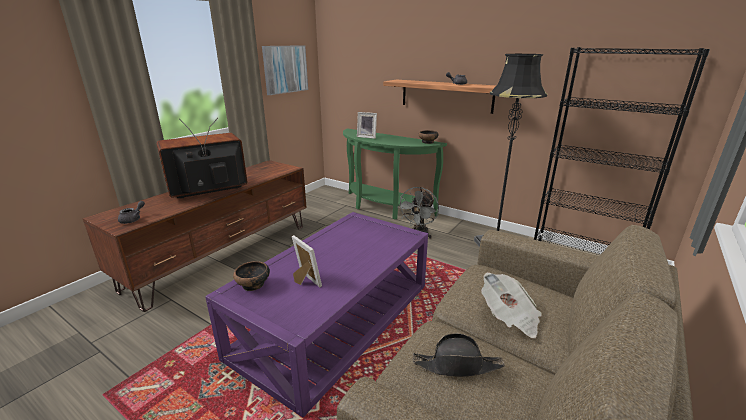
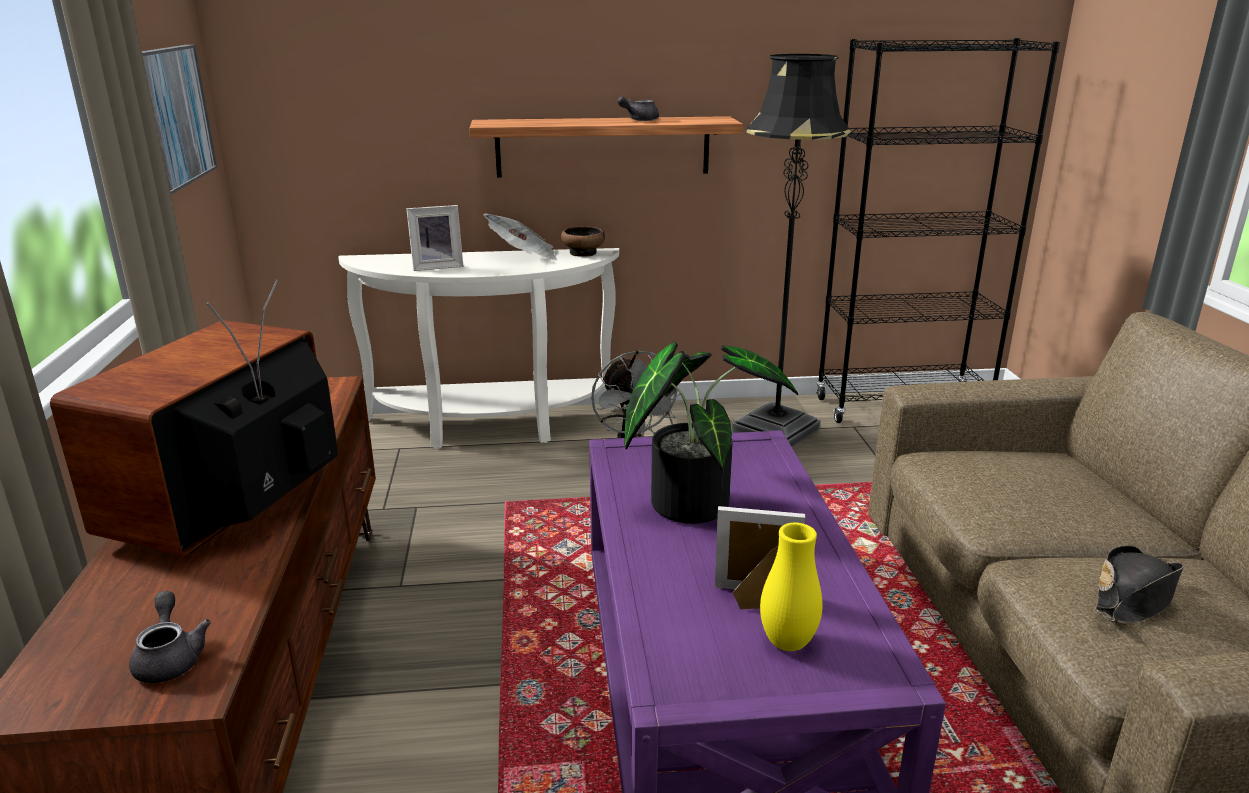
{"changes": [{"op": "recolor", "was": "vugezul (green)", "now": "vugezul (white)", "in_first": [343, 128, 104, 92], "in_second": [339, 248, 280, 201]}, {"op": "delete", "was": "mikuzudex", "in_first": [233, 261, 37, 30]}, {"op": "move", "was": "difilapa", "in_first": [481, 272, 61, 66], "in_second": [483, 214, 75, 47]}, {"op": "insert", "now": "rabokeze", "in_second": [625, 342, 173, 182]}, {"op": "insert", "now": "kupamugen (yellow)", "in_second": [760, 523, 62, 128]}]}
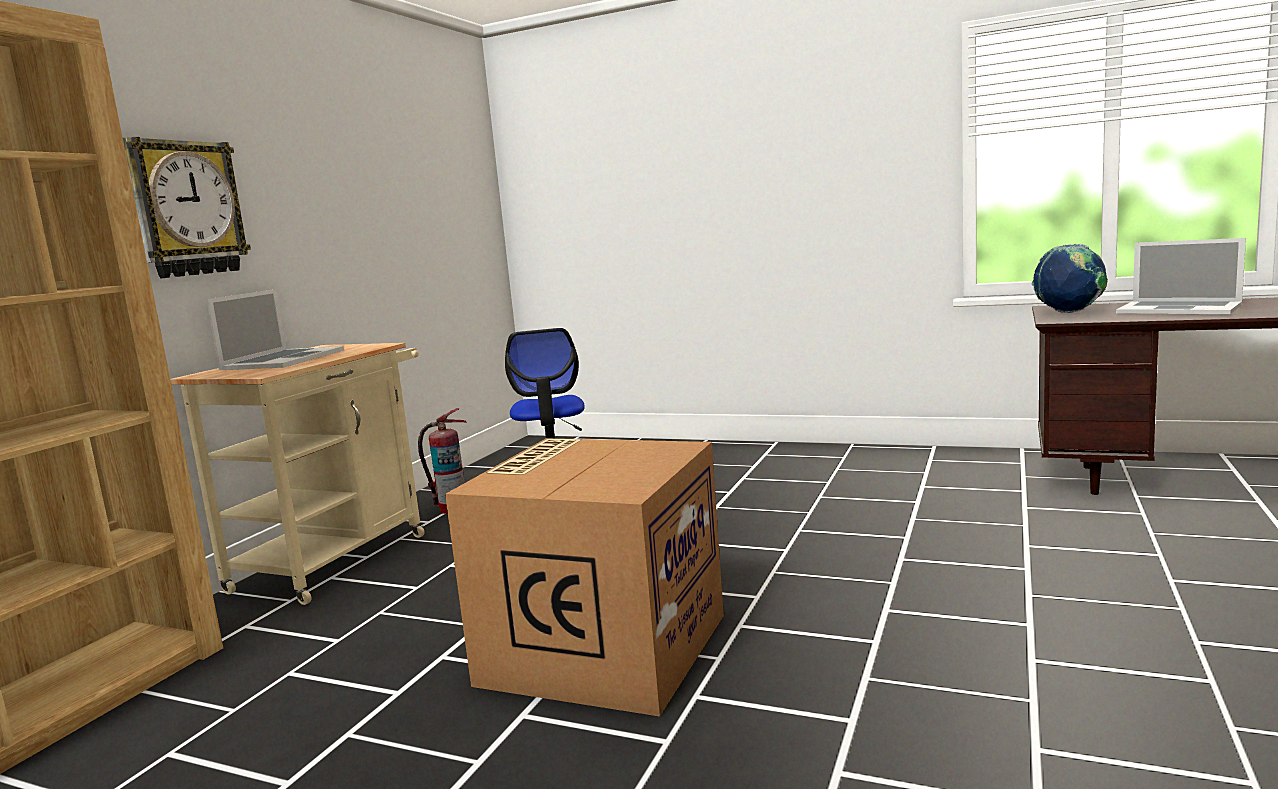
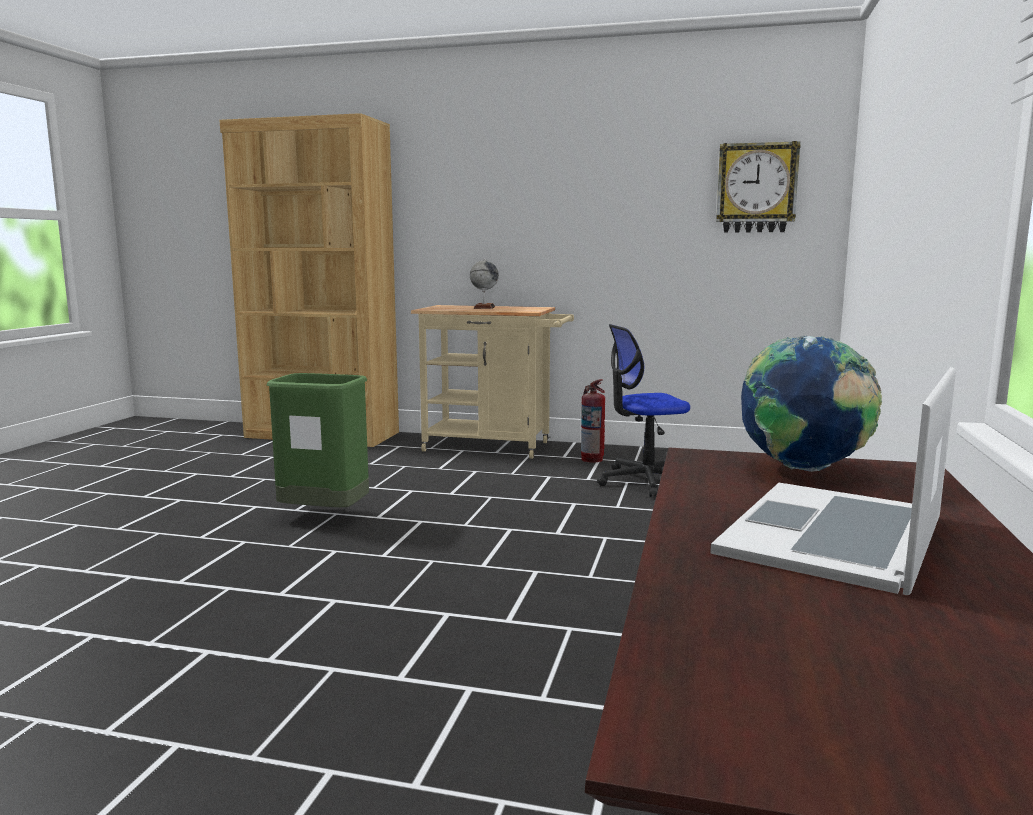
{"changes": [{"op": "move", "was": "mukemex", "in_first": [123, 137, 128, 141], "in_second": [716, 141, 85, 92]}, {"op": "replace", "was": "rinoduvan", "now": "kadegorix", "in_first": [206, 289, 138, 81], "in_second": [470, 259, 29, 50]}, {"op": "replace", "was": "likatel", "now": "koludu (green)", "in_first": [445, 438, 279, 278], "in_second": [266, 373, 103, 134]}]}
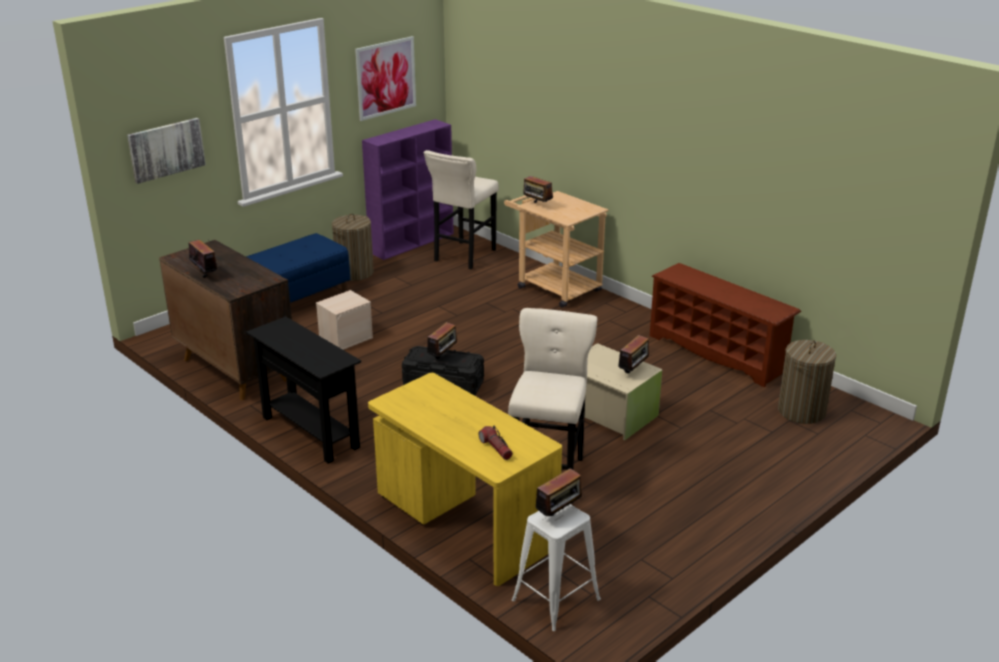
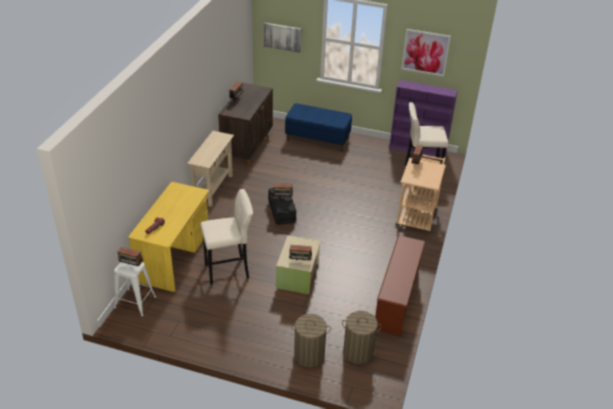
{"changes": [{"op": "move", "was": "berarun", "in_first": [332, 213, 42, 68], "in_second": [291, 314, 40, 53]}, {"op": "delete", "was": "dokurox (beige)", "in_first": [316, 290, 57, 60]}, {"op": "recolor", "was": "vugezul (black)", "now": "vugezul (beige)", "in_first": [246, 316, 115, 148], "in_second": [187, 131, 47, 76]}]}
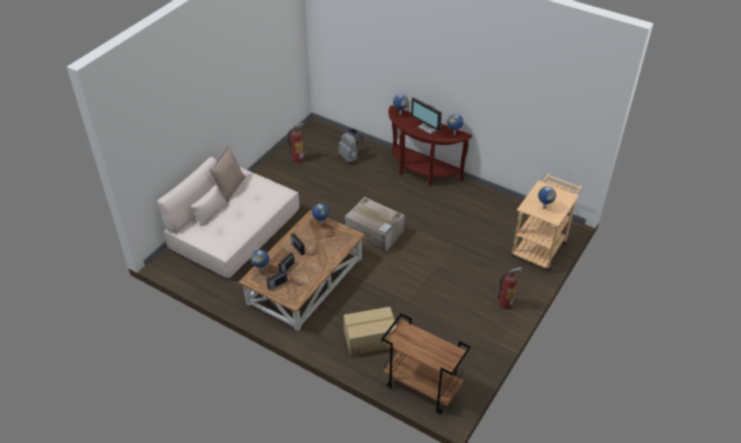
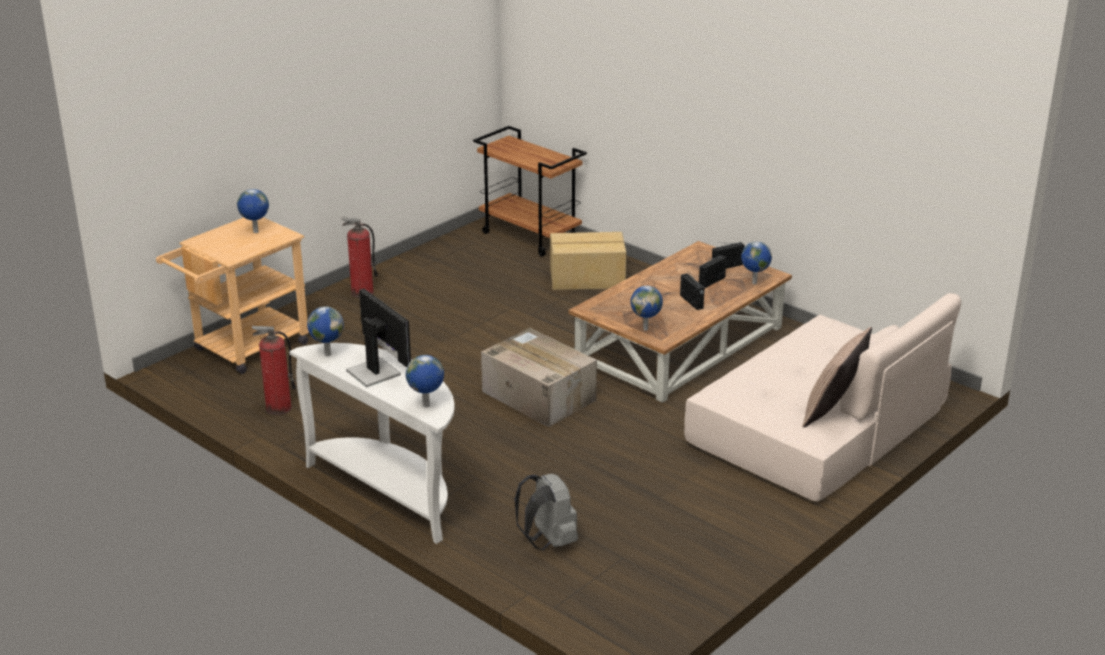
{"changes": [{"op": "recolor", "was": "vugezul (brown)", "now": "vugezul (white)", "in_first": [389, 105, 83, 81], "in_second": [290, 343, 165, 201]}, {"op": "move", "was": "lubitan", "in_first": [288, 123, 16, 40], "in_second": [252, 326, 44, 89]}]}
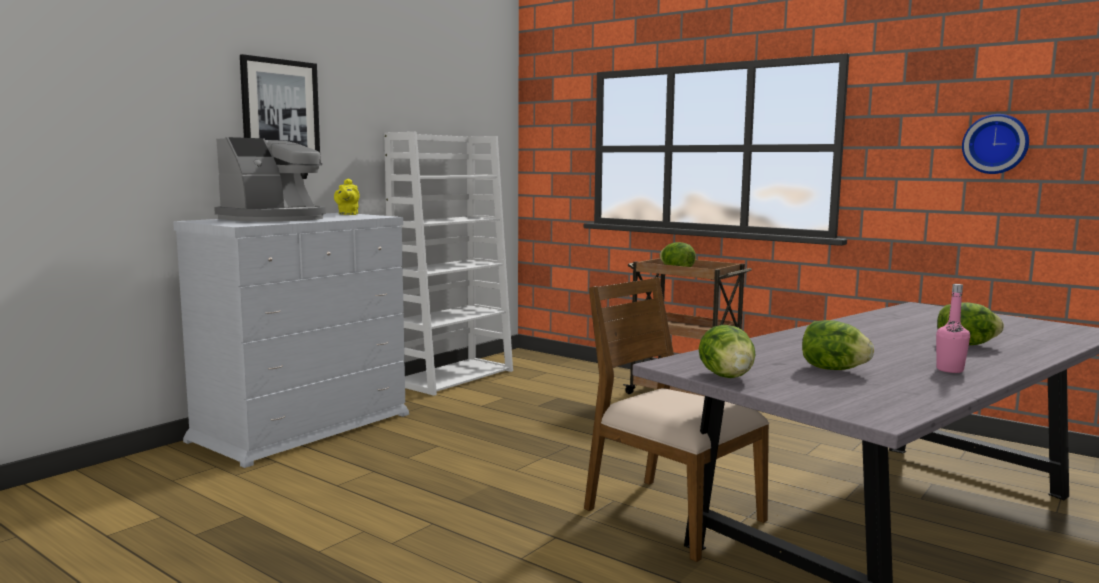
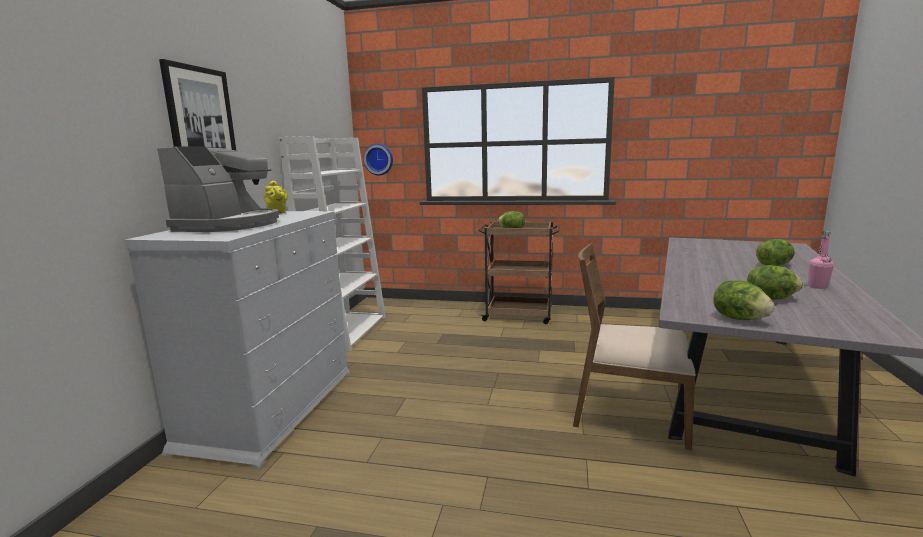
{"changes": [{"op": "move", "was": "mukemex", "in_first": [962, 114, 67, 60], "in_second": [364, 144, 29, 31]}]}
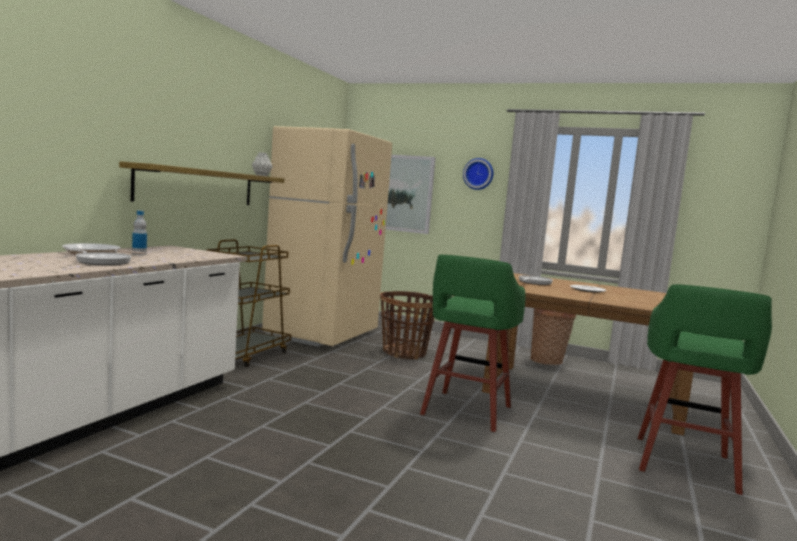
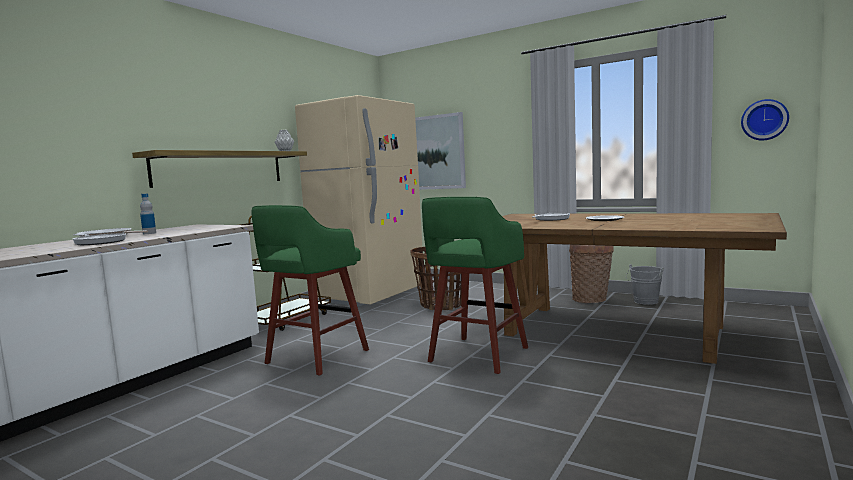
{"changes": [{"op": "move", "was": "mukemex", "in_first": [463, 158, 30, 32], "in_second": [741, 99, 48, 41]}, {"op": "move", "was": "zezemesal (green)", "in_first": [638, 284, 134, 211], "in_second": [251, 205, 118, 170]}, {"op": "insert", "now": "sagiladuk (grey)", "in_second": [626, 264, 38, 41]}]}
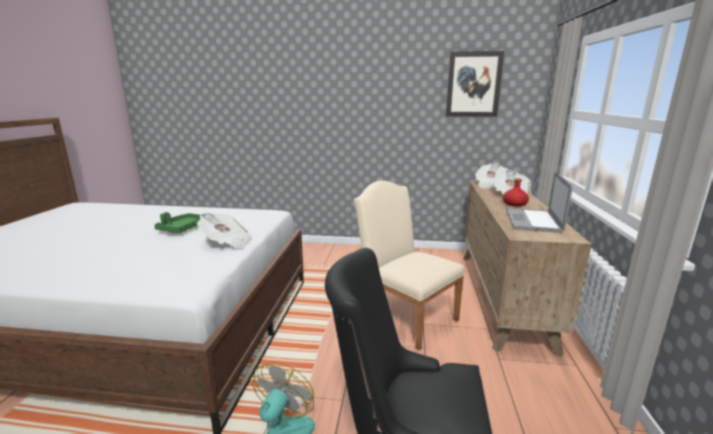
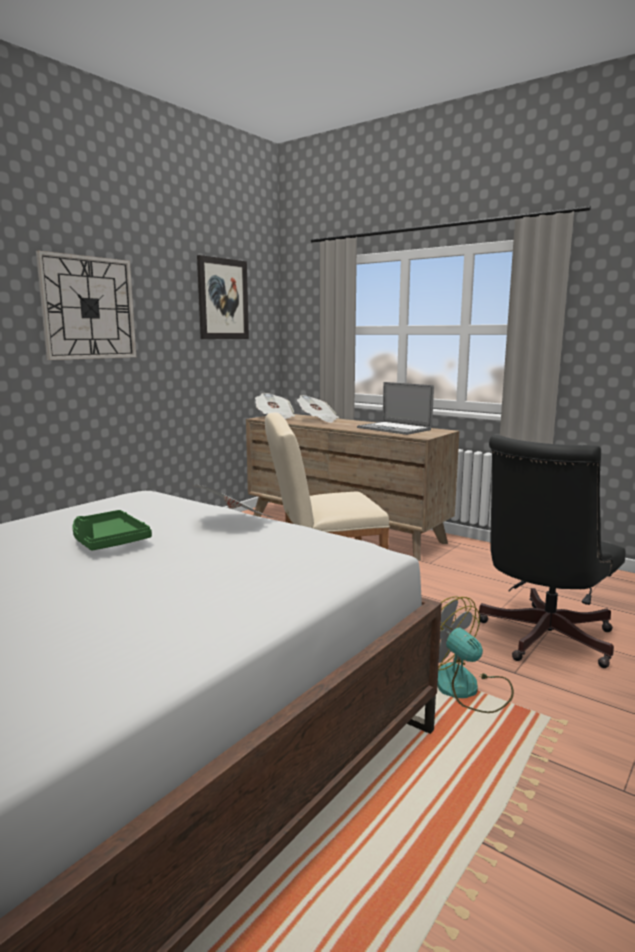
{"changes": [{"op": "delete", "was": "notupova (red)", "in_first": [503, 178, 26, 29]}, {"op": "insert", "now": "mukemex", "in_second": [36, 251, 100, 109]}]}
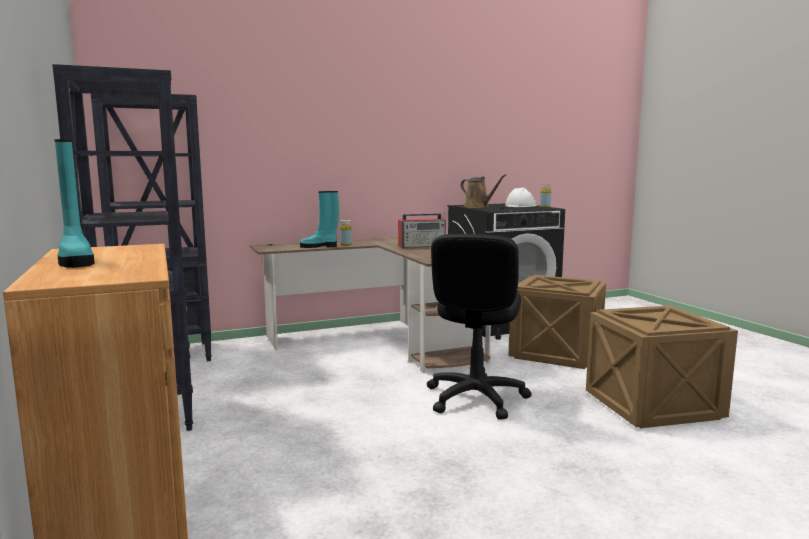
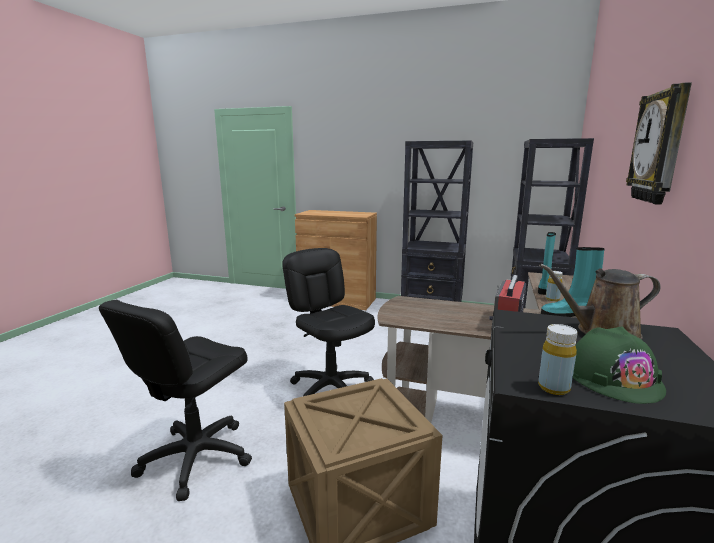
{"changes": [{"op": "move", "was": "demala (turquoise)", "in_first": [54, 139, 41, 129], "in_second": [541, 247, 64, 70]}, {"op": "recolor", "was": "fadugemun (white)", "now": "fadugemun (green)", "in_first": [505, 188, 32, 19], "in_second": [573, 326, 93, 78]}, {"op": "replace", "was": "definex", "now": "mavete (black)", "in_first": [586, 305, 152, 123], "in_second": [99, 300, 153, 201]}, {"op": "insert", "now": "mukemex", "in_second": [626, 82, 66, 123]}]}
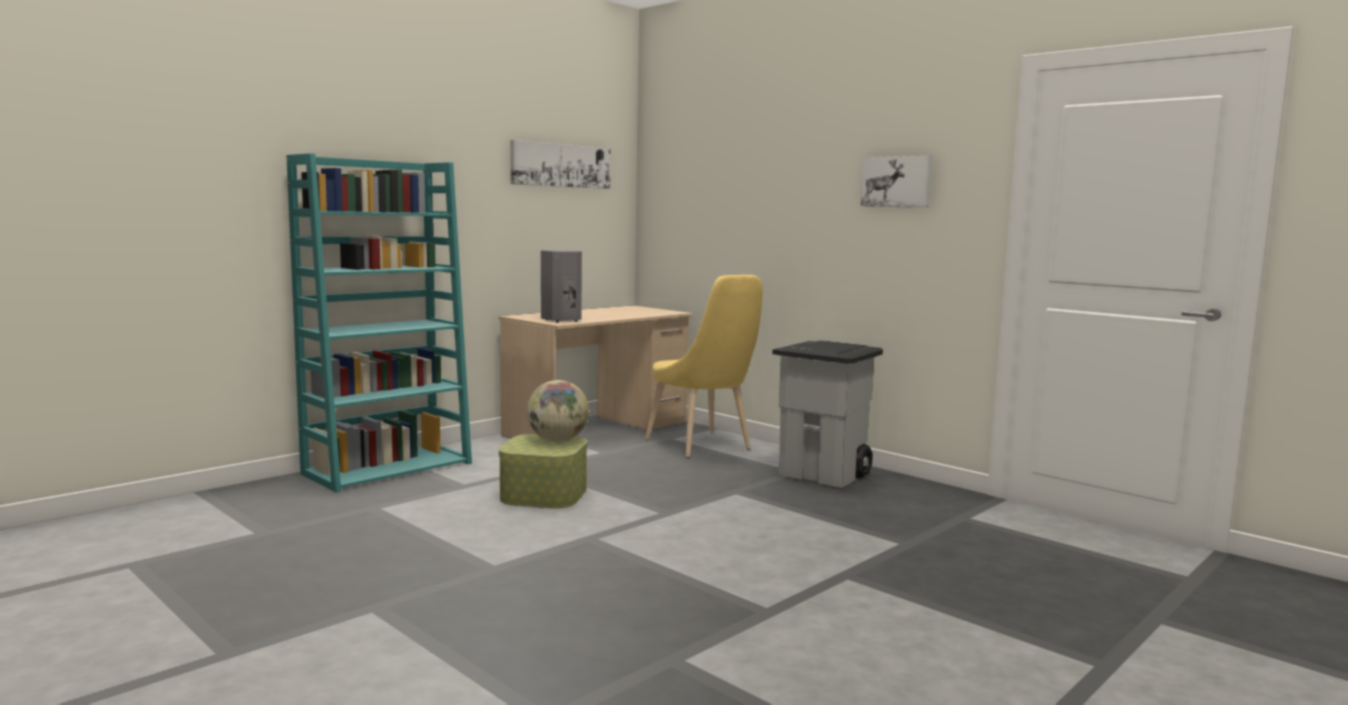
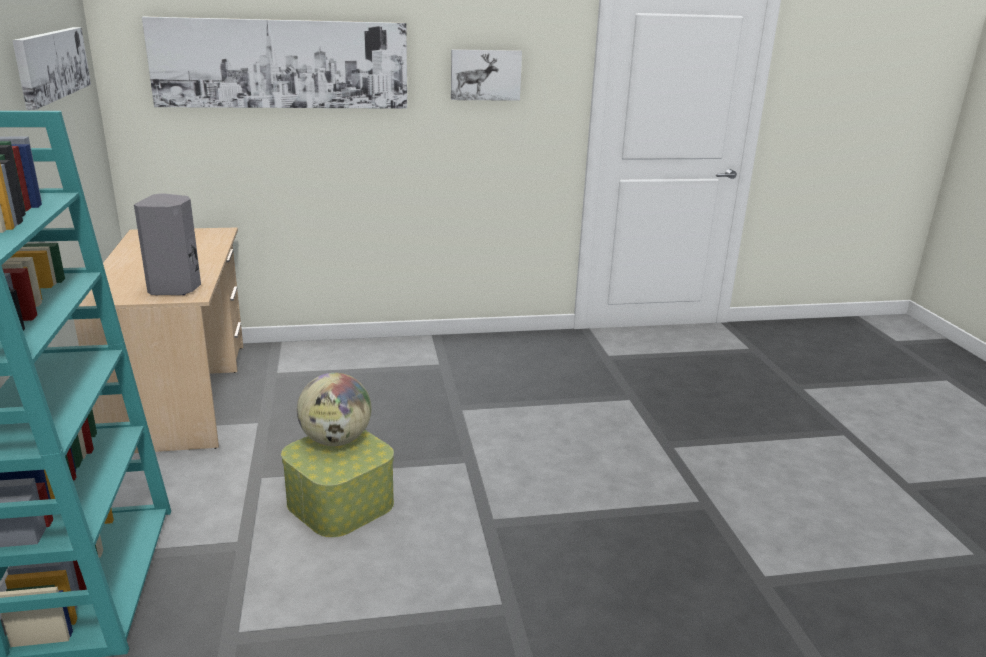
{"changes": [{"op": "delete", "was": "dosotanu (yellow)", "in_first": [645, 275, 118, 183]}, {"op": "delete", "was": "koludu (grey)", "in_first": [772, 340, 111, 148]}, {"op": "insert", "now": "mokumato", "in_second": [142, 17, 265, 92]}]}
